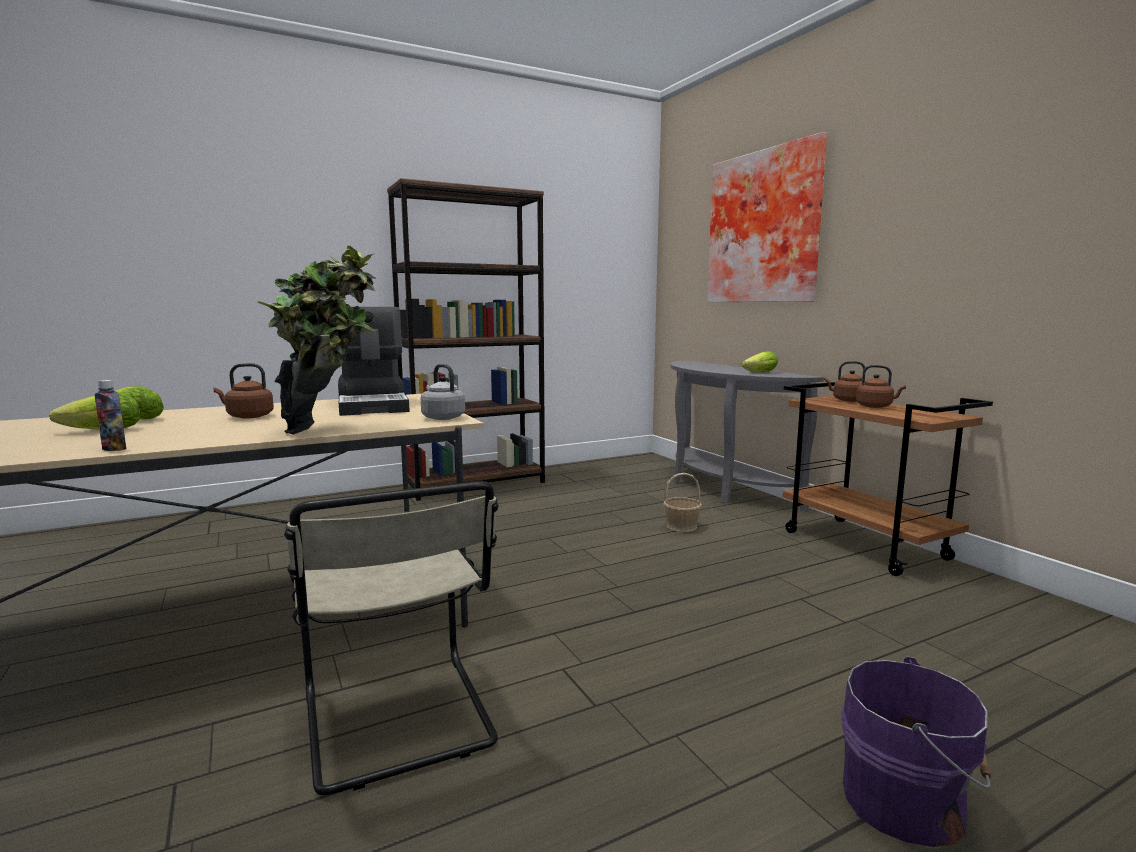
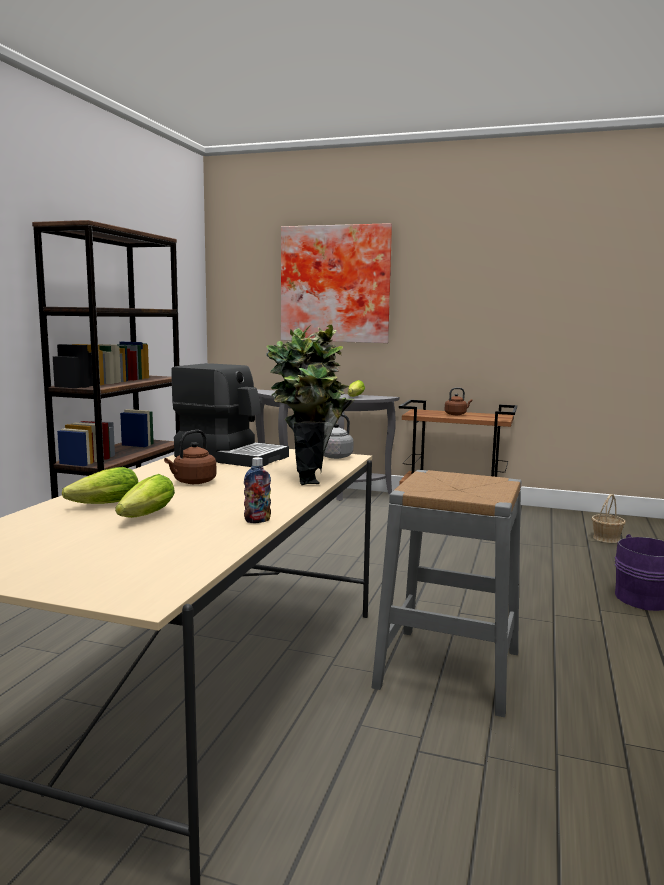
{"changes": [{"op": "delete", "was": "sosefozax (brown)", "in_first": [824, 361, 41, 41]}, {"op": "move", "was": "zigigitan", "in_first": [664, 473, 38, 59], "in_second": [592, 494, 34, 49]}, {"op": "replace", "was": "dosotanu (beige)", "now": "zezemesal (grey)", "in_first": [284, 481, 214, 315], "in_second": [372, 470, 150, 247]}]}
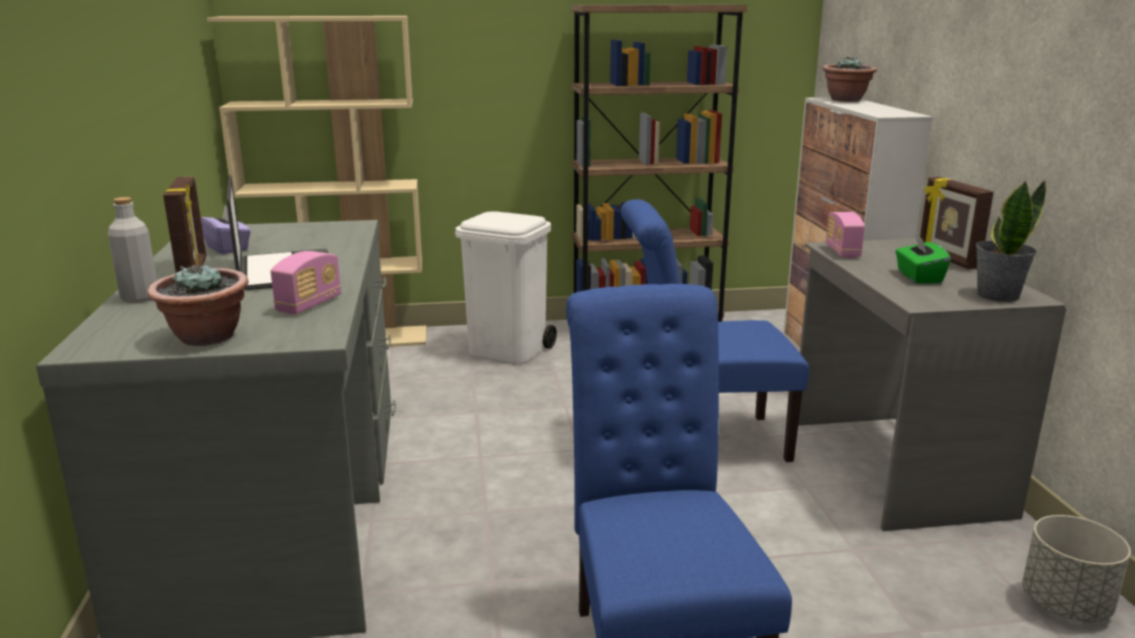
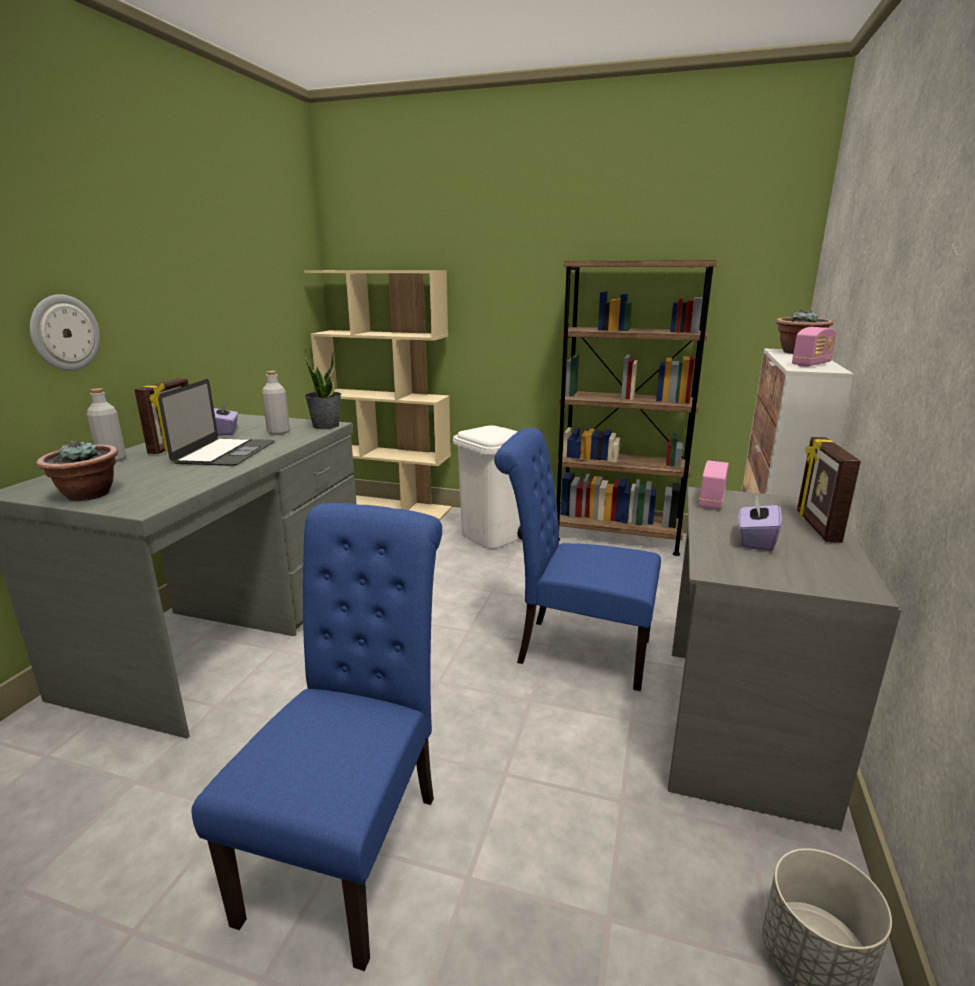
{"changes": [{"op": "move", "was": "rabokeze", "in_first": [976, 180, 70, 122], "in_second": [305, 348, 36, 81]}, {"op": "recolor", "was": "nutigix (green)", "now": "nutigix (purple)", "in_first": [895, 234, 56, 50], "in_second": [738, 495, 44, 57]}, {"op": "move", "was": "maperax", "in_first": [271, 251, 70, 63], "in_second": [792, 327, 45, 40]}, {"op": "insert", "now": "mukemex", "in_second": [30, 294, 70, 77]}, {"op": "insert", "now": "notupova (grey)", "in_second": [262, 371, 28, 64]}]}
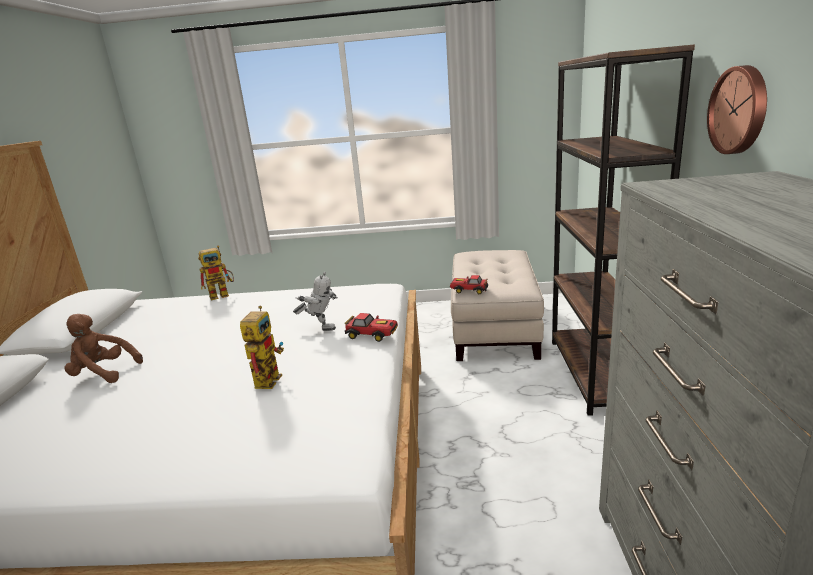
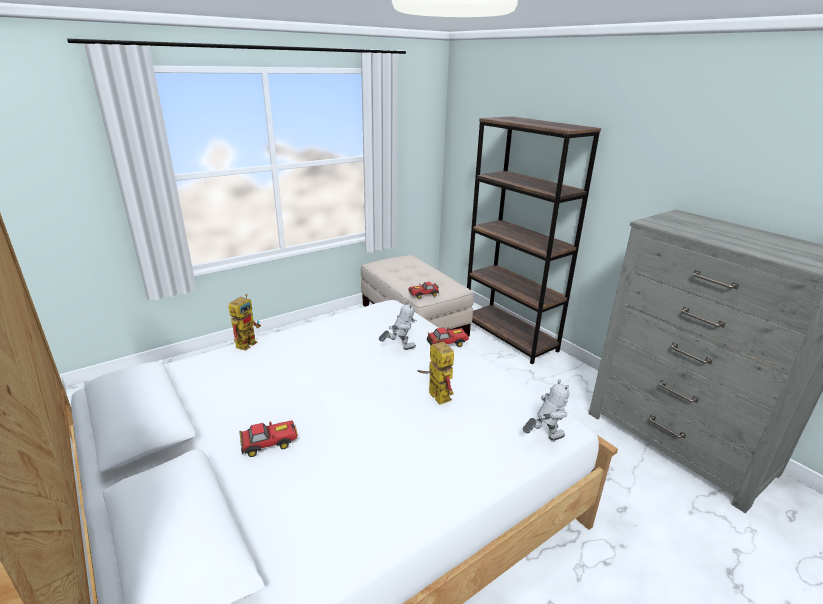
{"changes": [{"op": "delete", "was": "mukemex", "in_first": [707, 65, 60, 89]}, {"op": "replace", "was": "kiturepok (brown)", "now": "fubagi", "in_first": [64, 314, 79, 69], "in_second": [239, 420, 59, 37]}, {"op": "insert", "now": "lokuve", "in_second": [523, 379, 47, 62]}]}
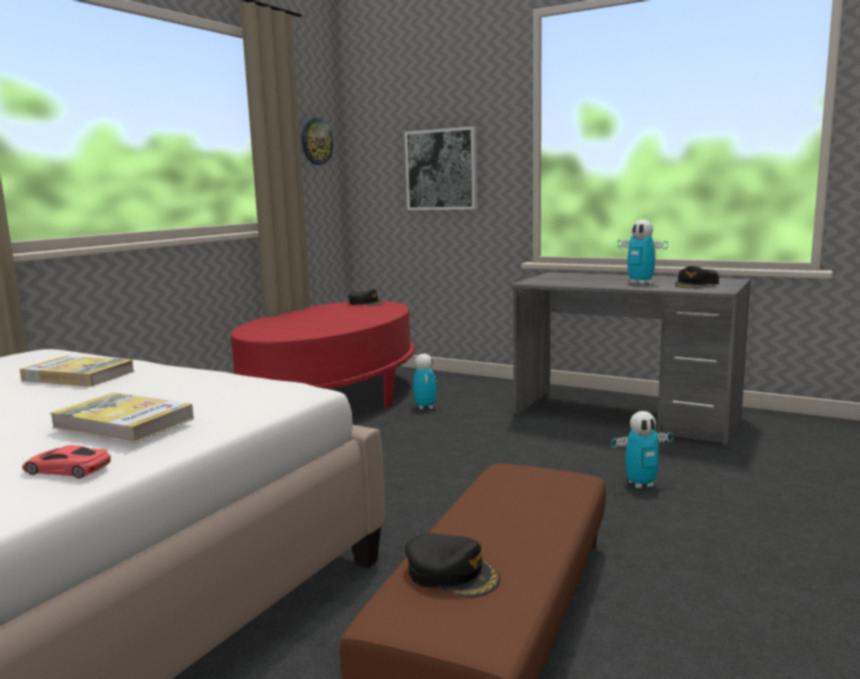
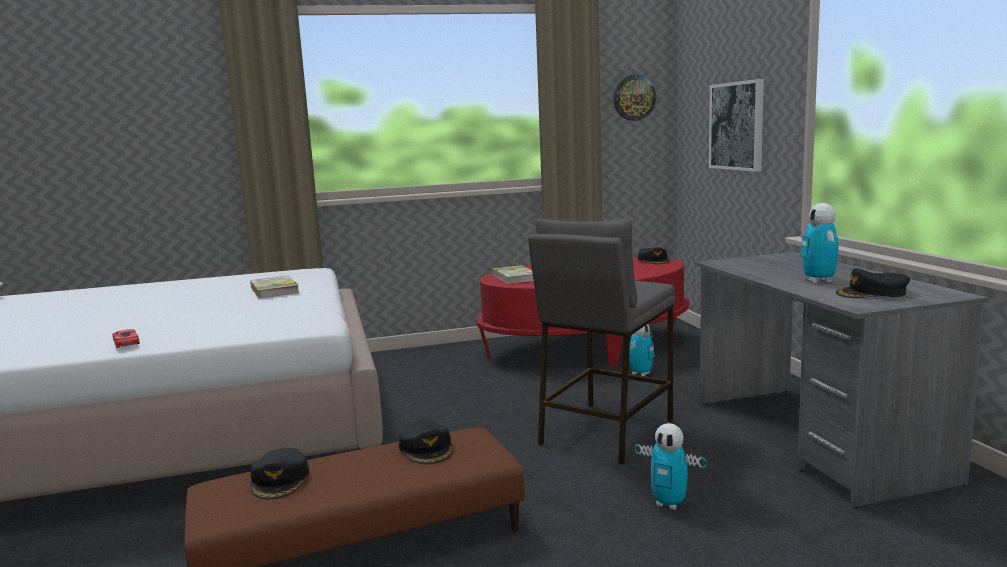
{"changes": [{"op": "move", "was": "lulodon", "in_first": [50, 393, 144, 50], "in_second": [493, 265, 41, 19]}, {"op": "insert", "now": "zezemesal (grey)", "in_second": [528, 219, 147, 246]}, {"op": "insert", "now": "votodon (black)", "in_second": [399, 420, 54, 44]}]}
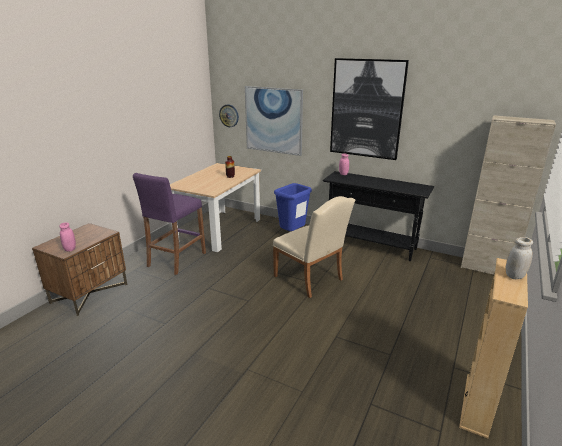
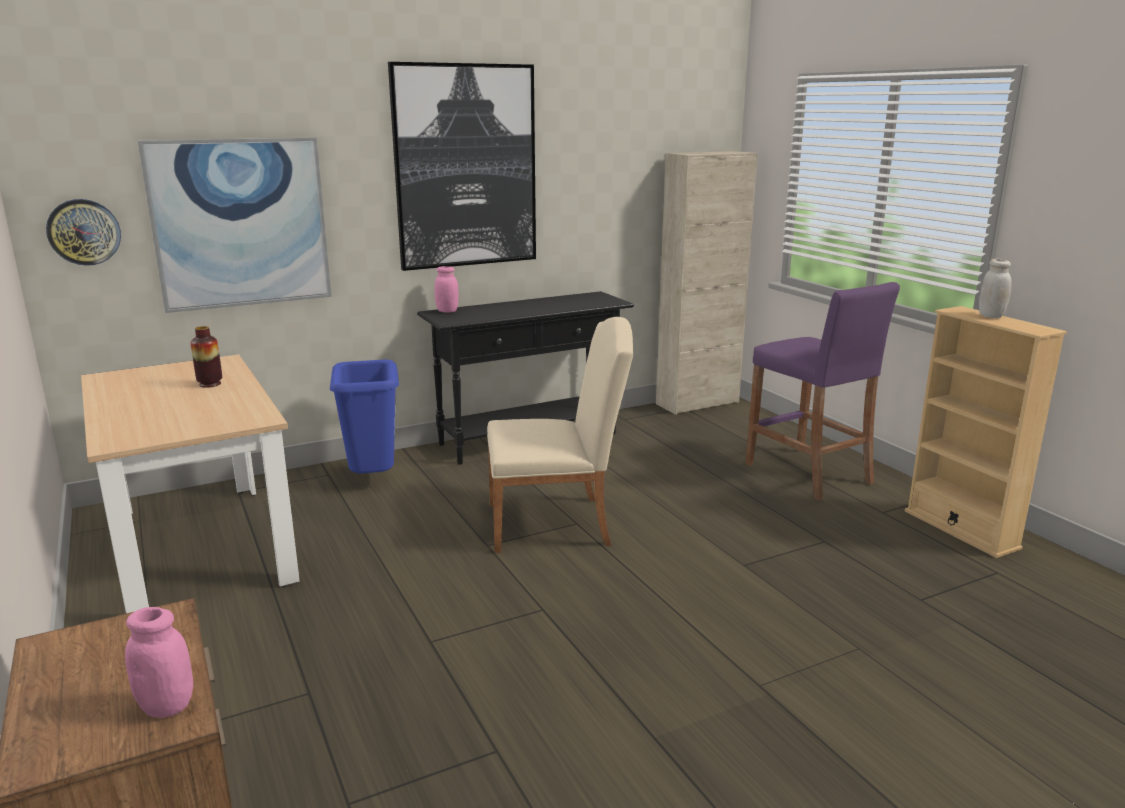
{"changes": [{"op": "move", "was": "zezemesal (purple)", "in_first": [133, 173, 73, 102], "in_second": [746, 282, 154, 218]}]}
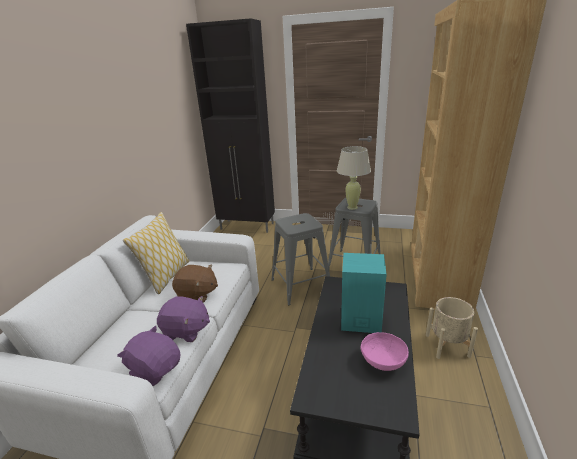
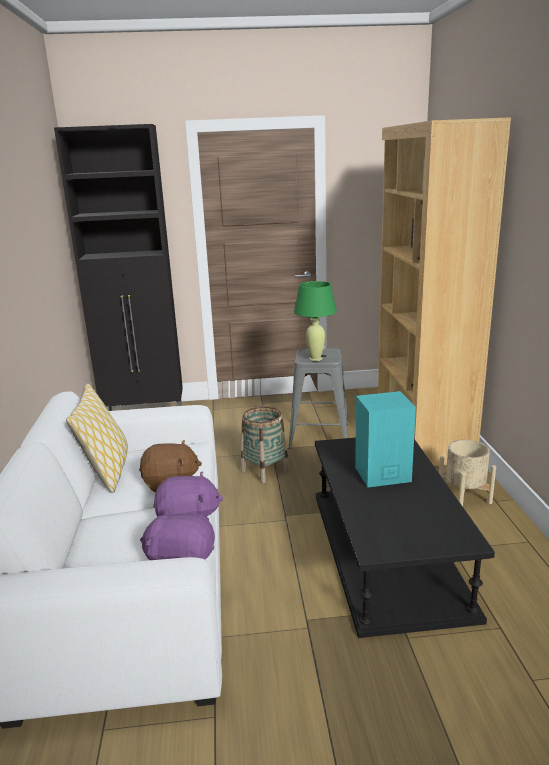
{"changes": [{"op": "recolor", "was": "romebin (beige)", "now": "romebin (green)", "in_first": [337, 146, 34, 64], "in_second": [294, 281, 43, 80]}, {"op": "replace", "was": "zezemesal (grey)", "now": "zigigitan", "in_first": [271, 213, 59, 92], "in_second": [241, 407, 48, 76]}, {"op": "delete", "was": "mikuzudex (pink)", "in_first": [360, 332, 49, 39]}]}
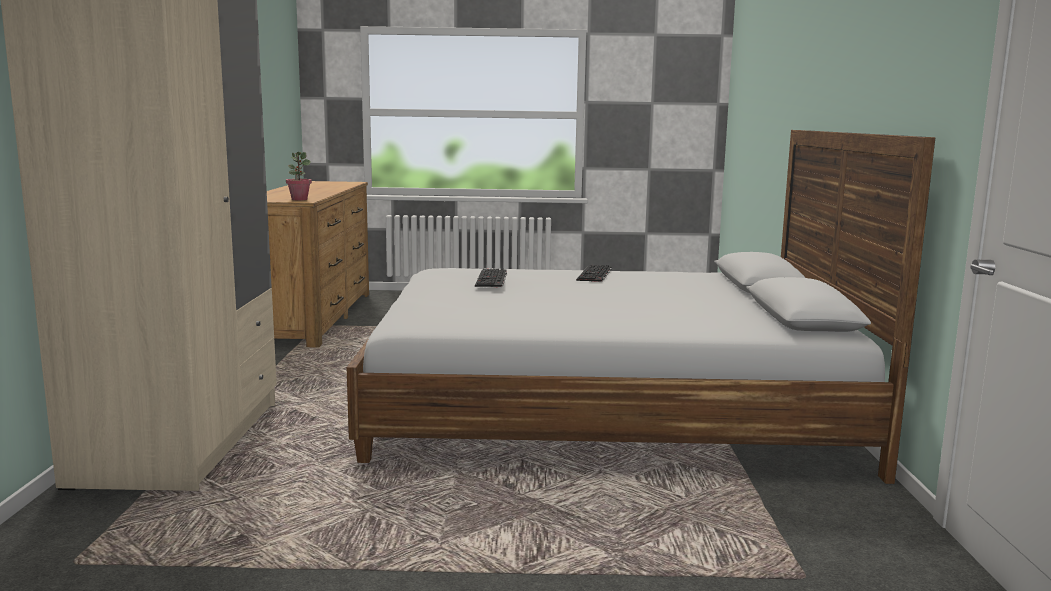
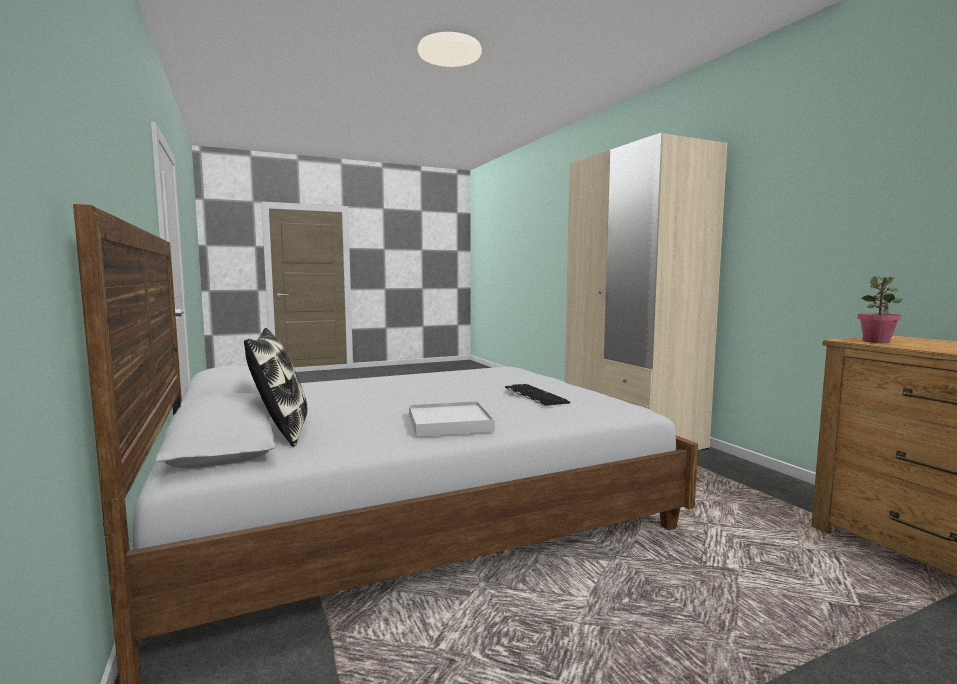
{"changes": [{"op": "replace", "was": "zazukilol", "now": "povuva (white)", "in_first": [576, 265, 36, 17], "in_second": [409, 401, 86, 36]}, {"op": "insert", "now": "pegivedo", "in_second": [244, 328, 64, 119]}]}
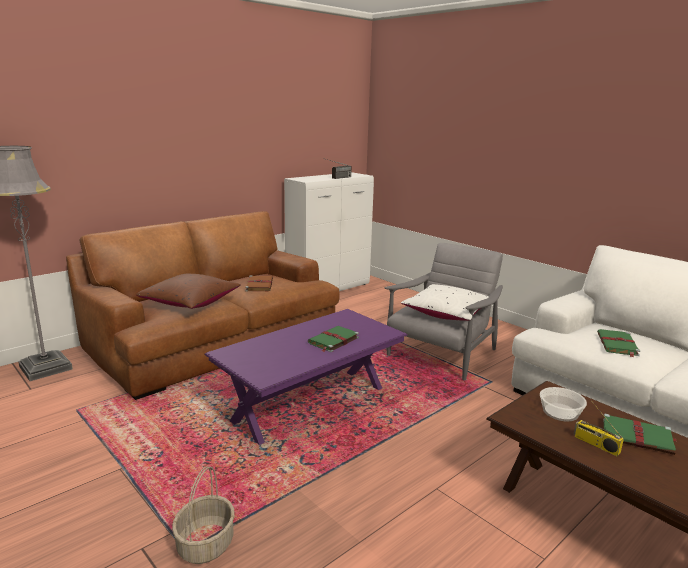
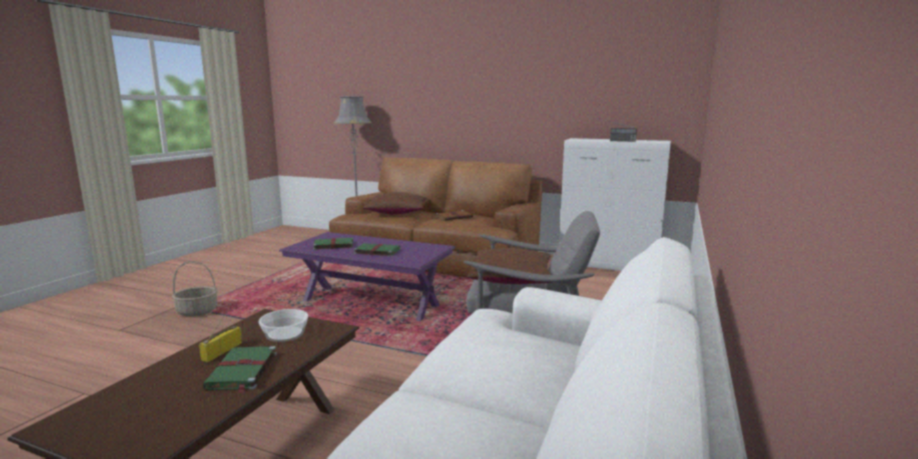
{"changes": [{"op": "recolor", "was": "pegivedo (white)", "now": "pegivedo (brown)", "in_first": [401, 284, 87, 37], "in_second": [467, 248, 84, 36]}, {"op": "move", "was": "lulodon (green)", "in_first": [597, 329, 43, 28], "in_second": [311, 238, 42, 12]}]}
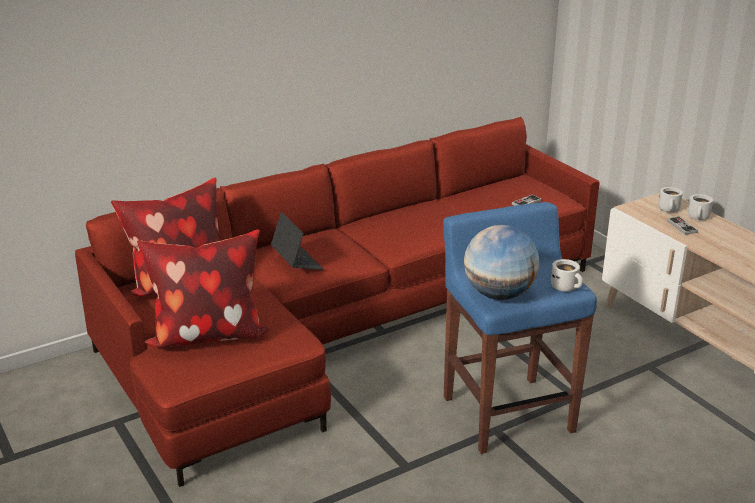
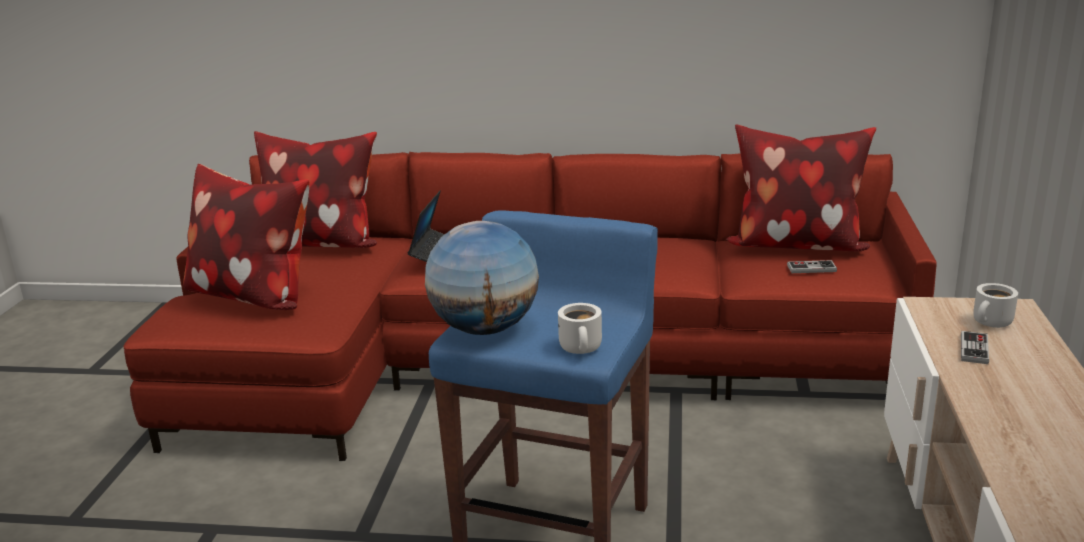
{"changes": [{"op": "delete", "was": "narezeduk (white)", "in_first": [688, 194, 25, 26]}, {"op": "insert", "now": "pegivedo", "in_second": [726, 124, 150, 127]}]}
